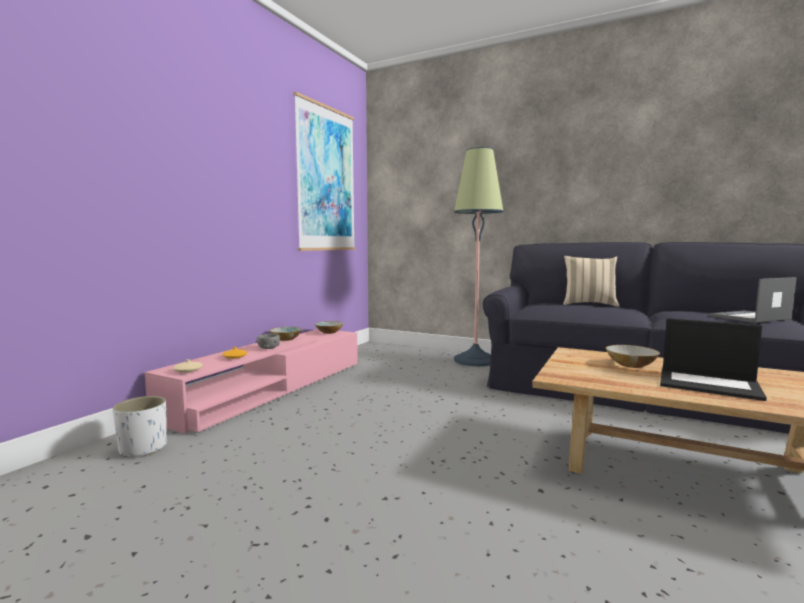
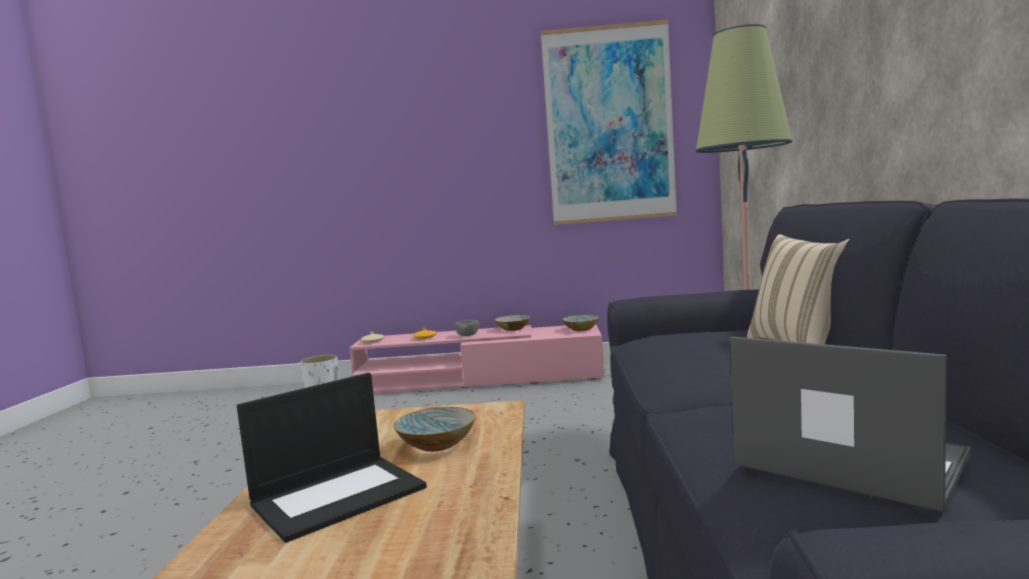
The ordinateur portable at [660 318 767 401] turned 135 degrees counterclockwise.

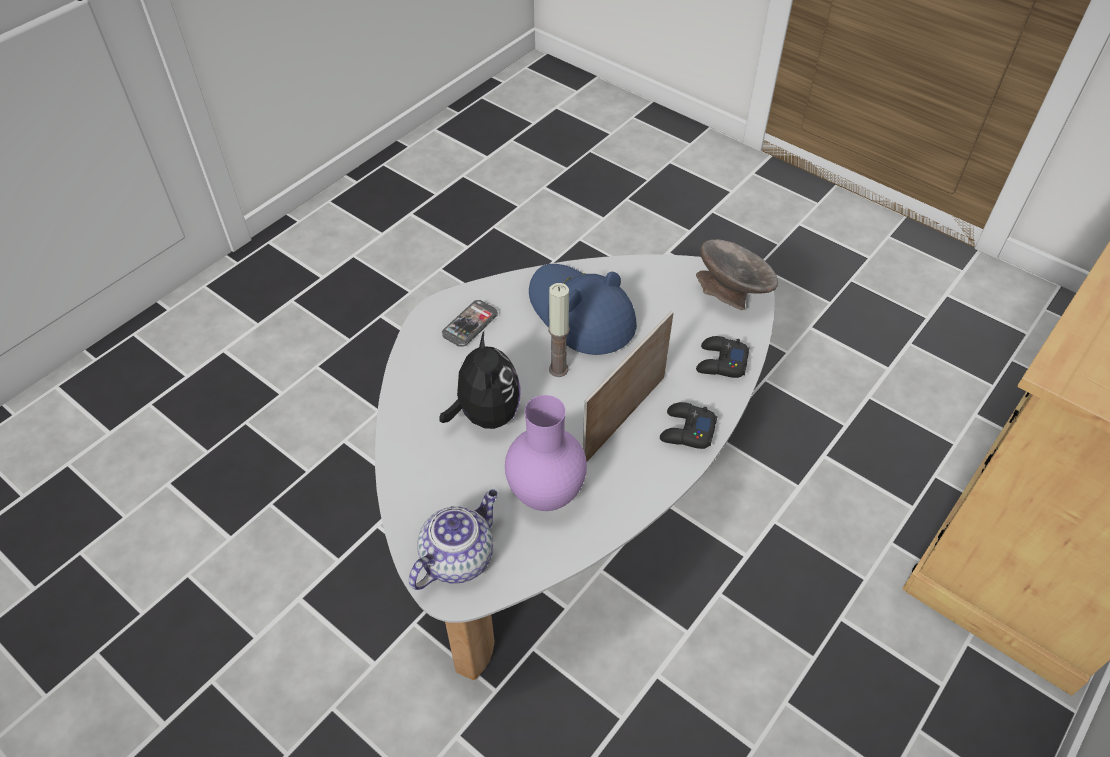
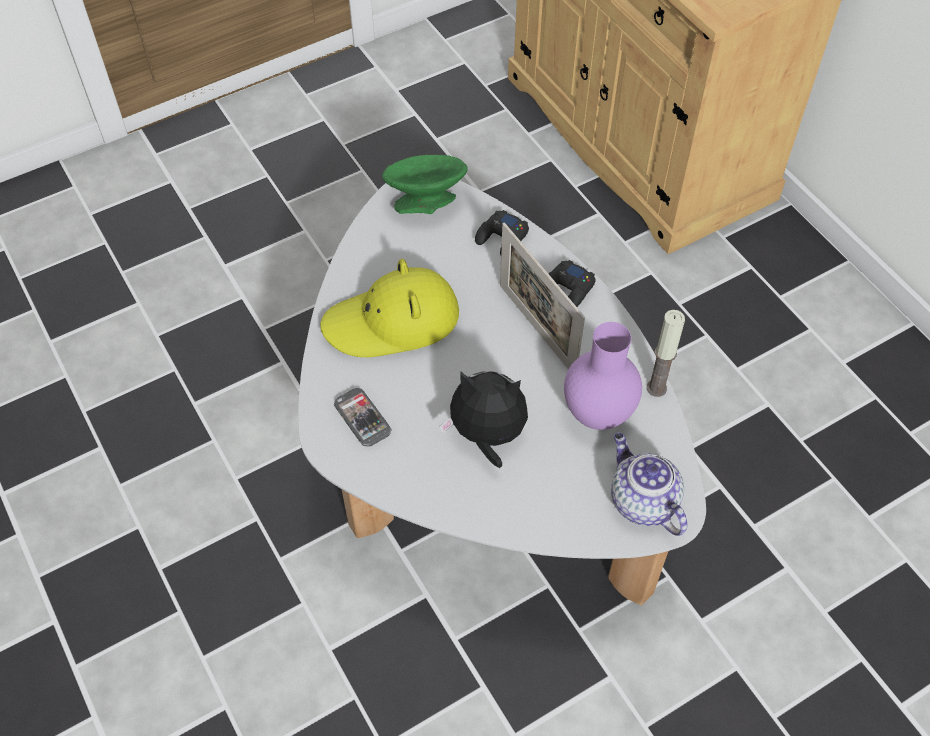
The chapeau (bleu) at [529 264 637 355] became the chapeau (jaune) at [320 259 459 357].
The bougie moved from [548 283 570 377] to [646 310 685 397].
The bol (gris) at [696 239 778 310] became the bol (vert) at [382 155 468 214].

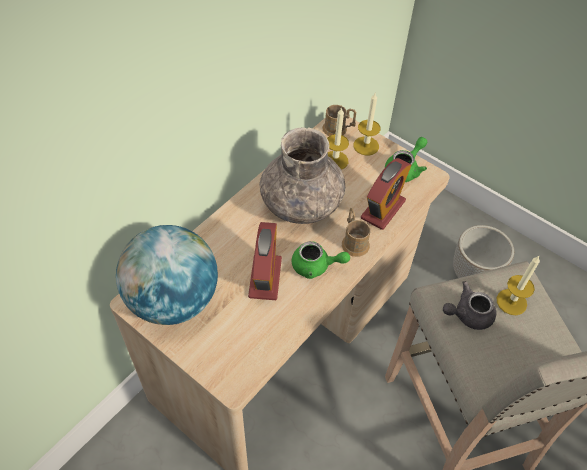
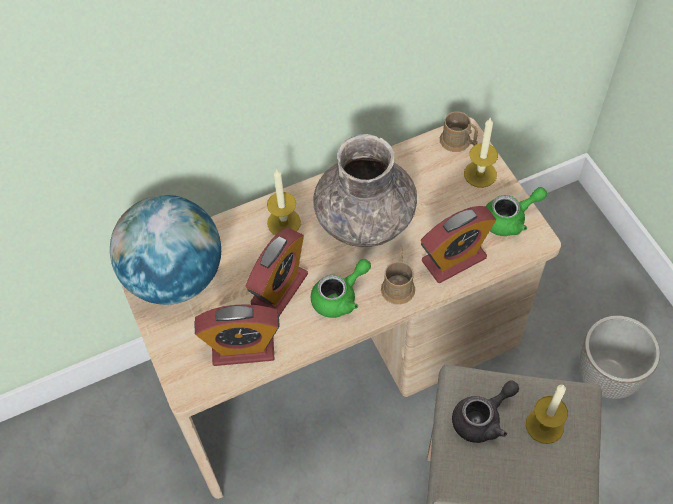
The théière (vert) at [292 241 350 279] turned 75 degrees counterclockwise.
The bougie moved from [327 107 349 170] to [267 168 301 235].
The théière (gris) at [443 281 496 330] turned 135 degrees clockwise.
The réveil at [195 304 280 366] appeared.

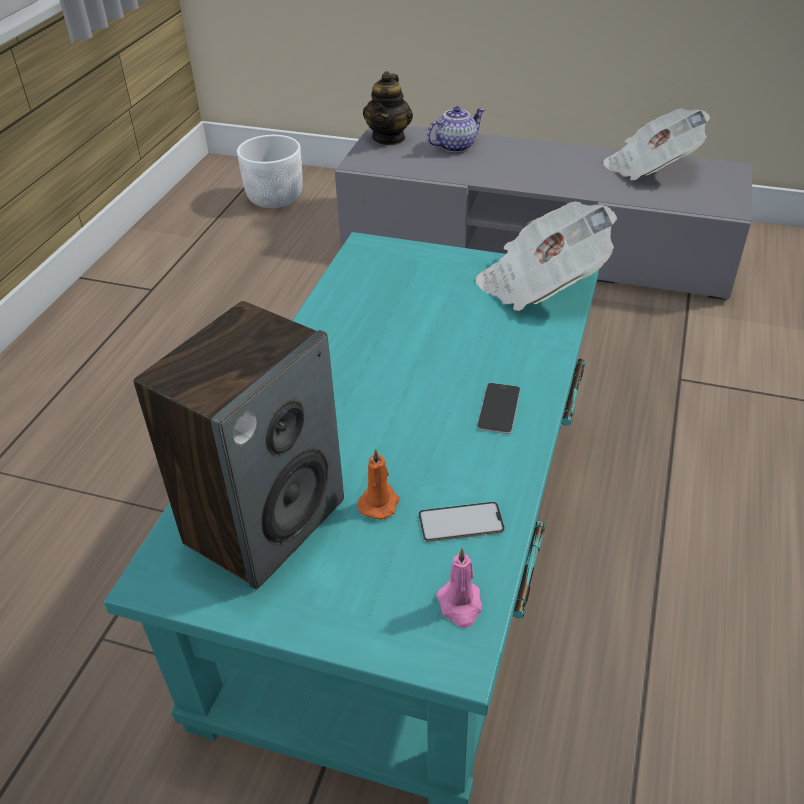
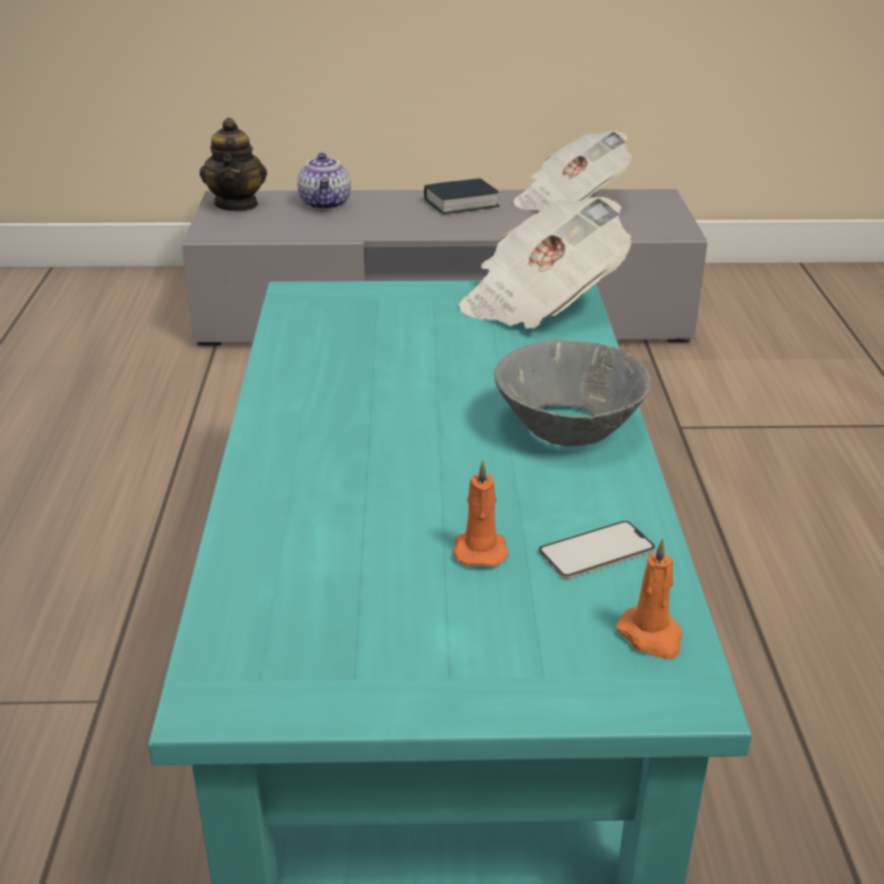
The enceinte at [133 301 344 590] disappeared.
The cache-pot (blanc) at [237 135 303 208] disappeared.
The théière at [427 106 485 153] turned 135 degrees clockwise.
The bougie (rose) at [436 548 482 628] became the bougie (orange) at [617 538 683 659].
The téléphone at [477 383 520 434] was replaced by the bol (gris) at [494 340 651 446].
The livre at [424 178 500 214] appeared.

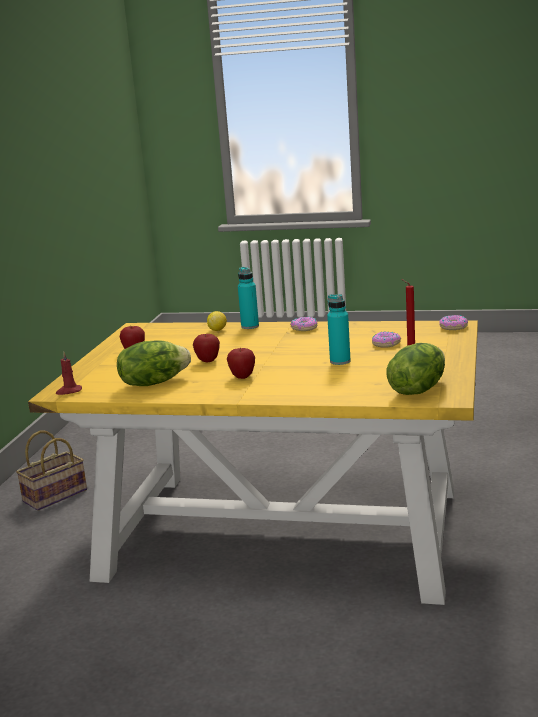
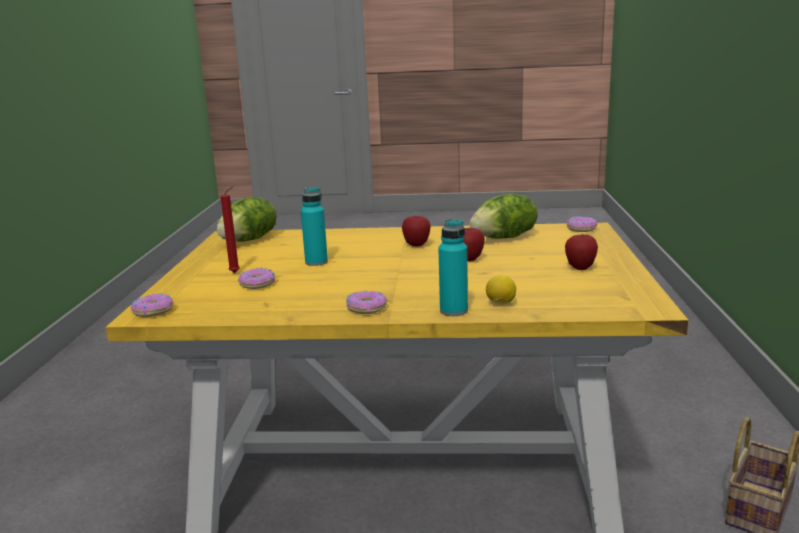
The bougie (rouge) at [56 352 82 395] was replaced by the beignet at [567 216 598 232].

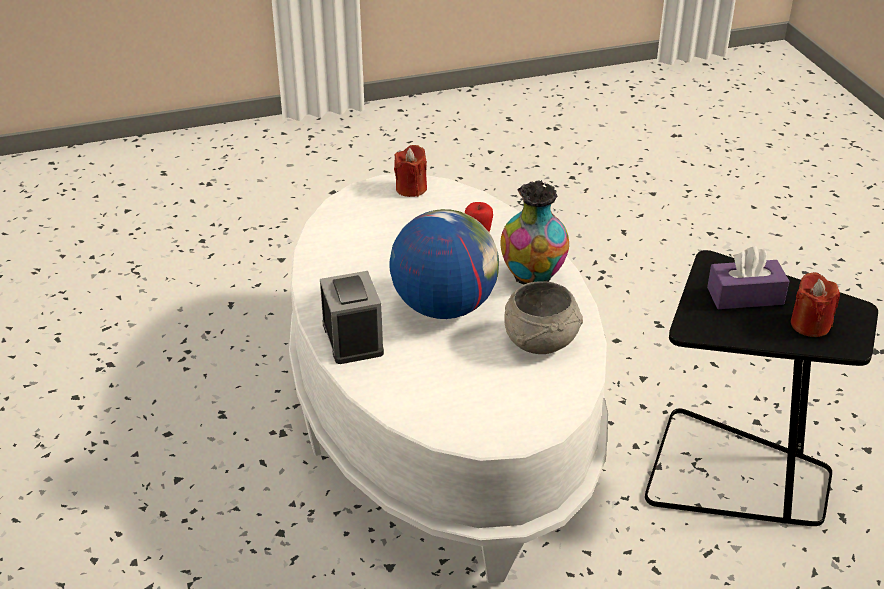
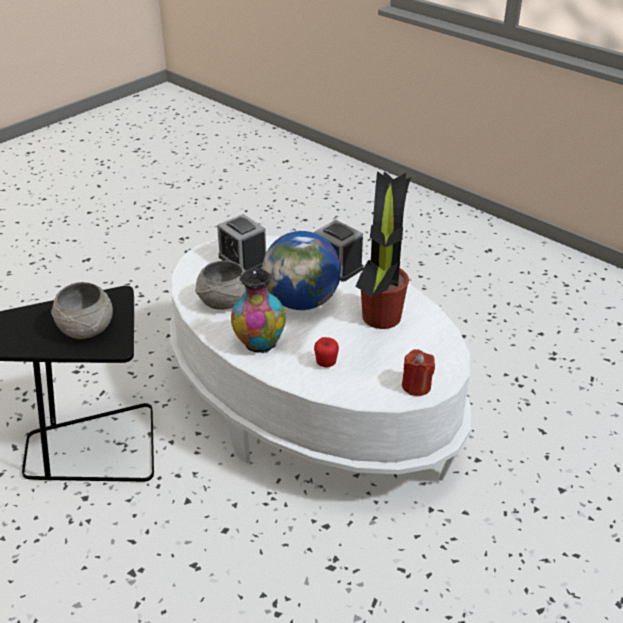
The boîte à mouchoirs (violet) at [707 246 789 309] was replaced by the bol (gris) at [51 282 113 339].
The bougie (rouge) at [791 272 840 337] disappeared.
The réveil at [217 214 266 271] appeared.
The plante en pot at [355 171 411 329] appeared.

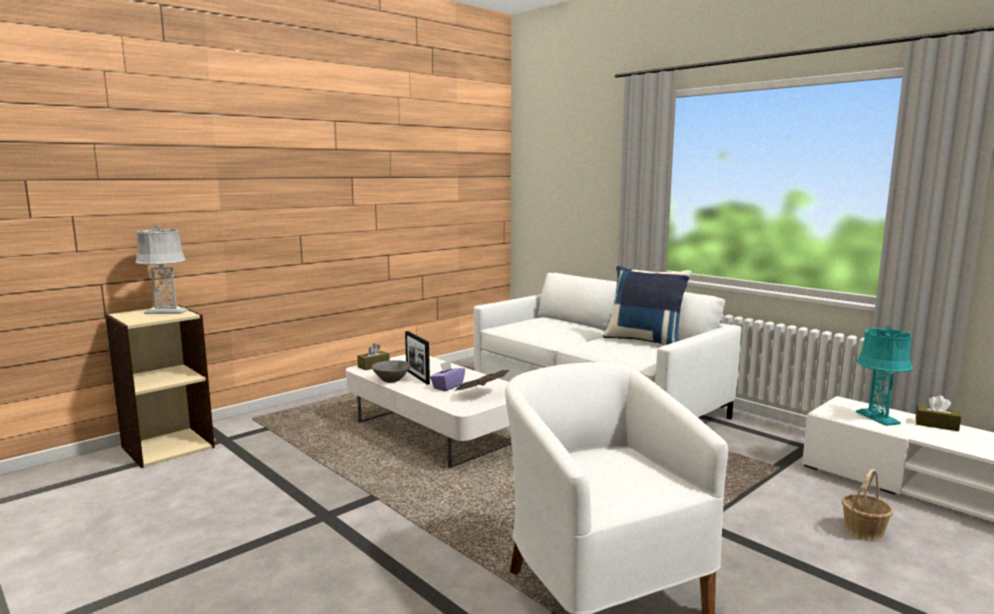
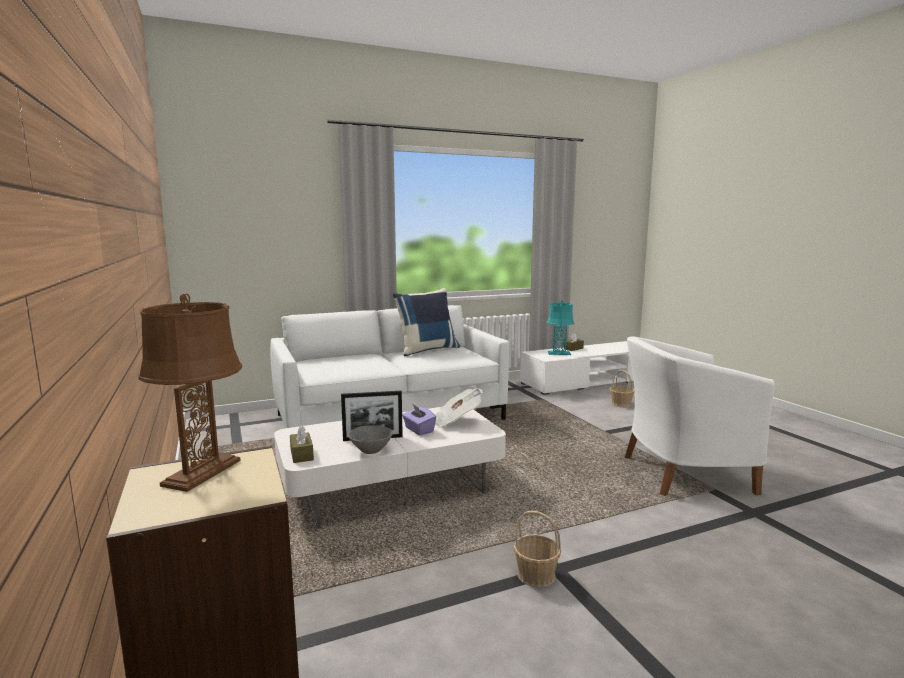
The lampe de table (gris) at [135 224 188 314] became the lampe de table (marron) at [138 294 242 492].
The panier at [513 510 561 587] appeared.

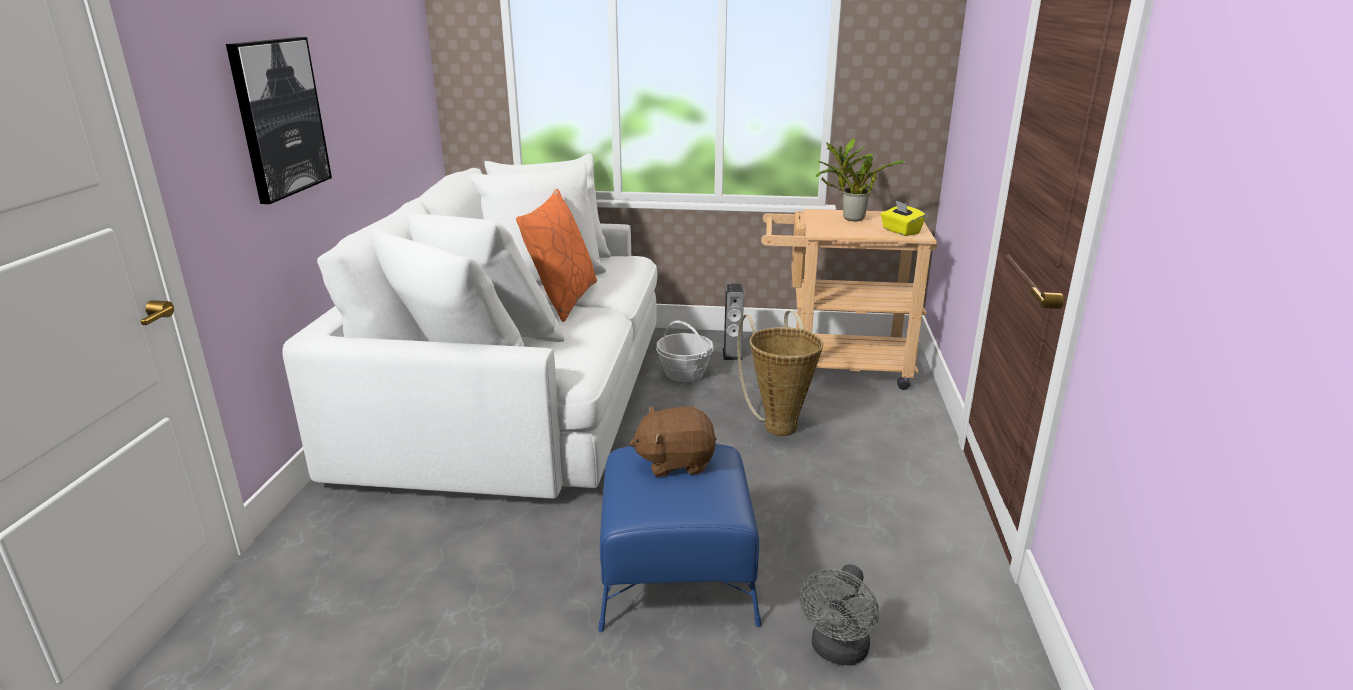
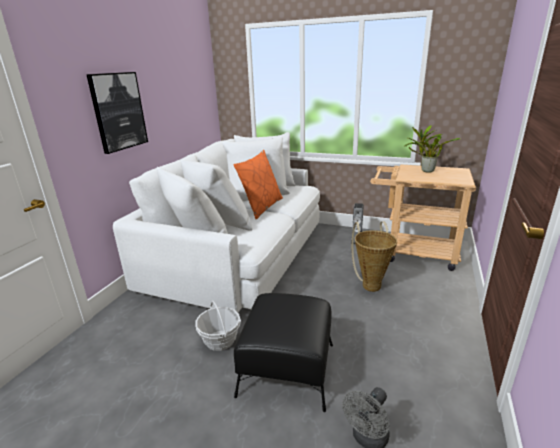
The pouf (bleu) at [598 444 761 632] became the pouf (noir) at [234 293 333 412].
The peluche (marron) at [629 406 716 477] disappeared.
The panier moved from [656 321 714 382] to [195 300 241 351].
The boîte à mouchoirs (jaune) at [881 201 926 236] disappeared.

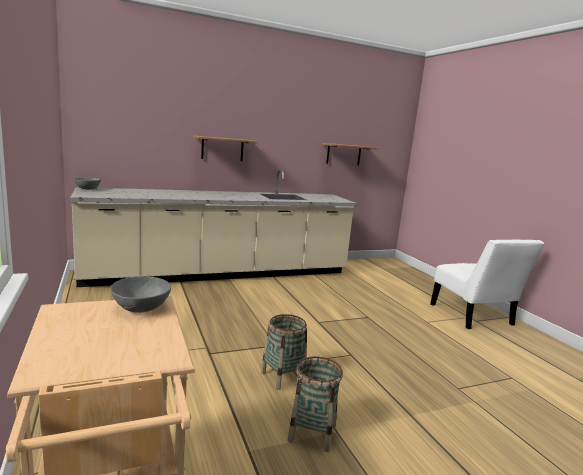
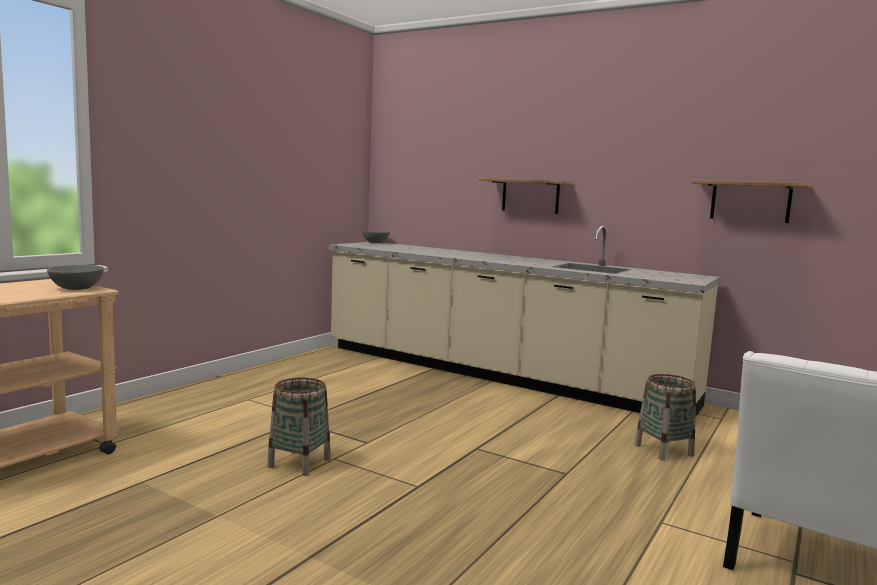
The panier moved from [288 356 343 452] to [635 374 696 461].

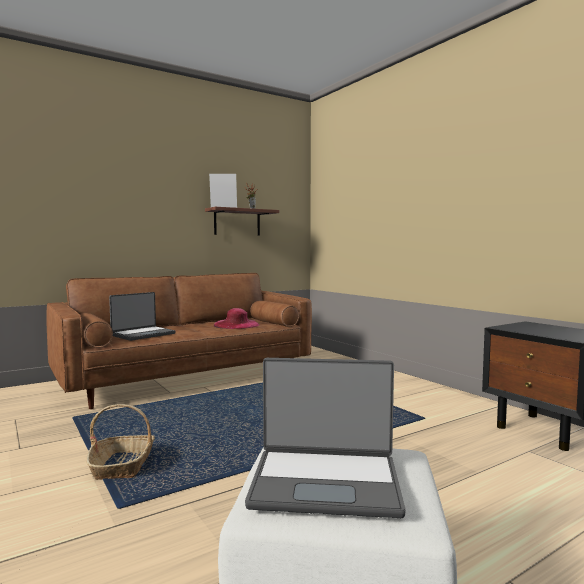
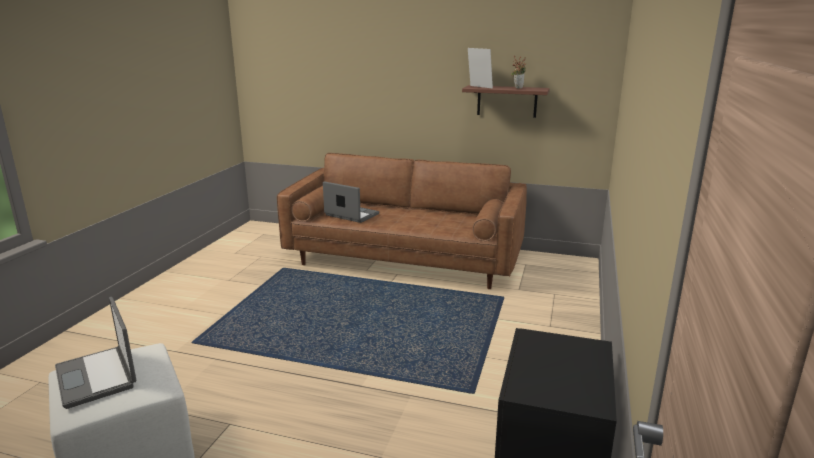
The panier at [86 404 155 480] disappeared.
The ordinateur portable at [109 292 176 341] turned 150 degrees counterclockwise.
The chapeau (rose) at [214 308 260 329] disappeared.

